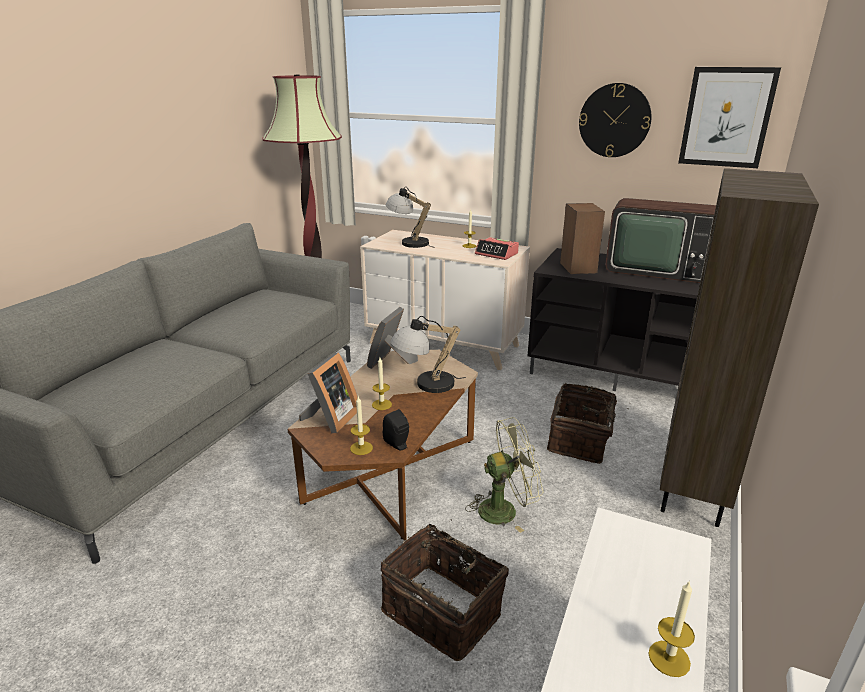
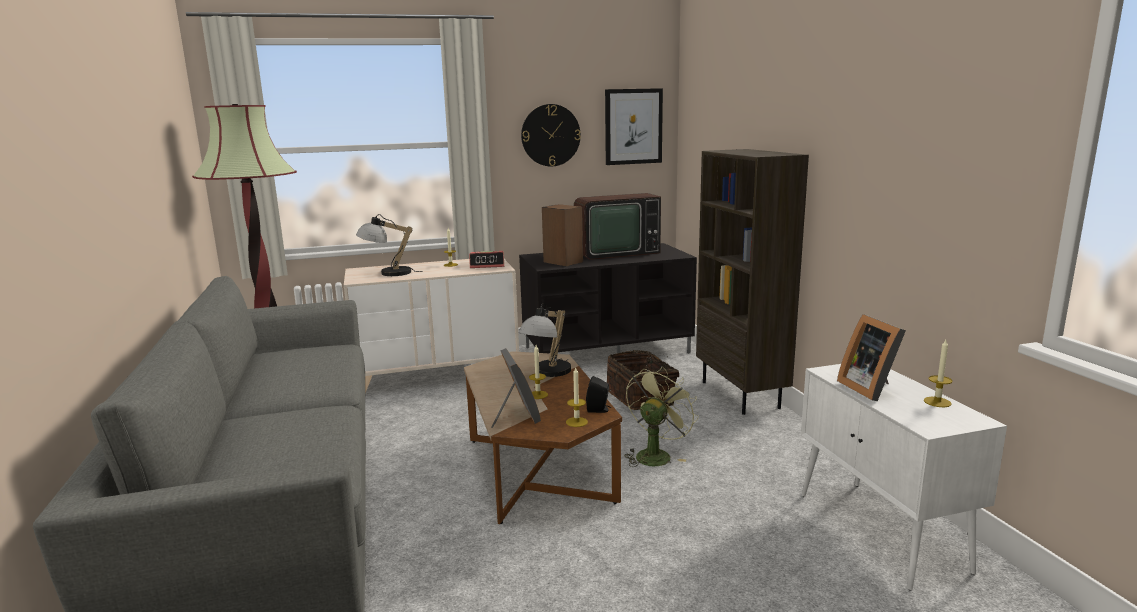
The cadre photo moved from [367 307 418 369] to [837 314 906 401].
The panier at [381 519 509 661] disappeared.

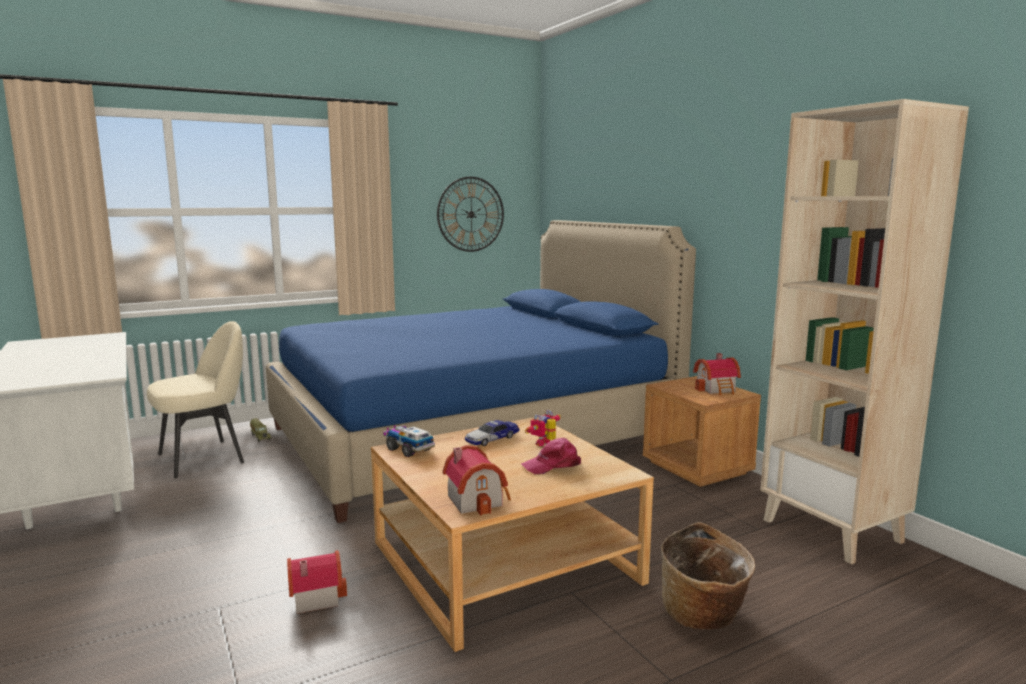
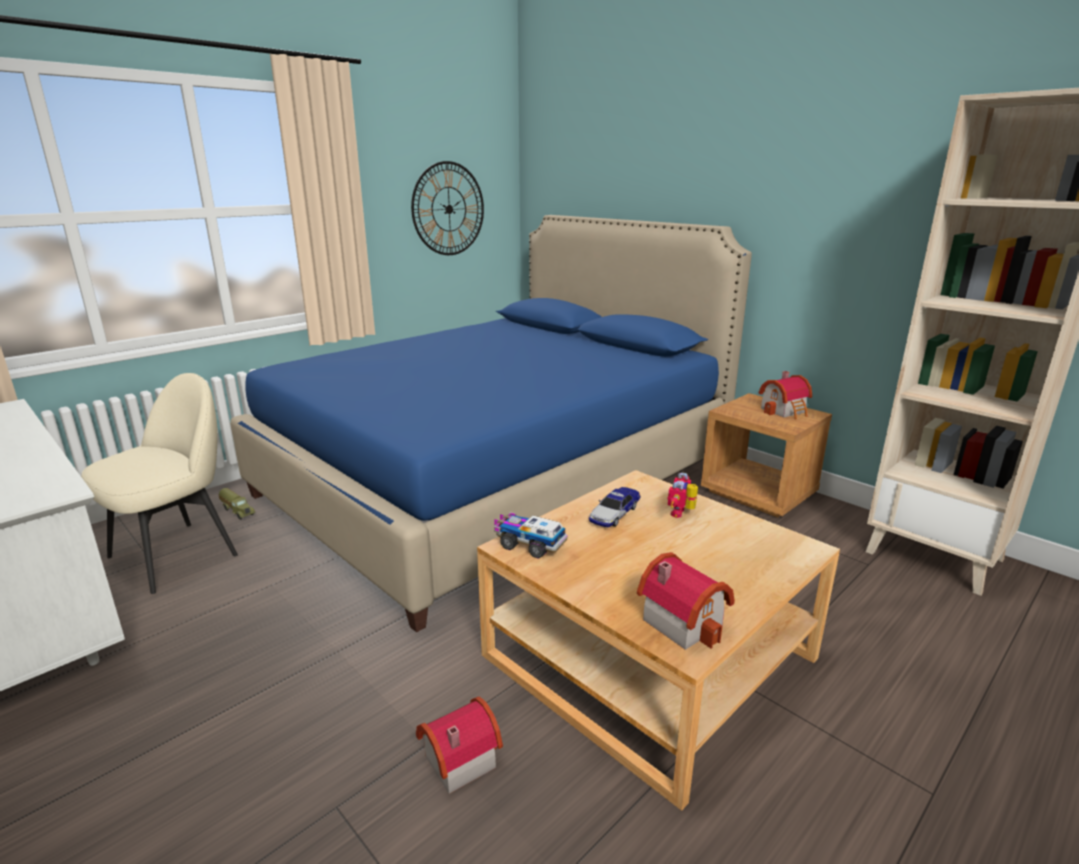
The casquette (rose) at [521 438 581 474] disappeared.
The panier at [661 522 755 629] disappeared.

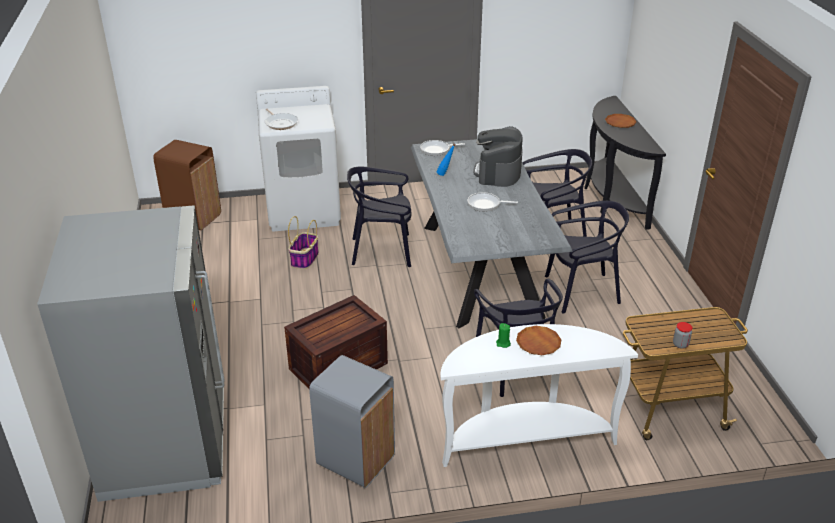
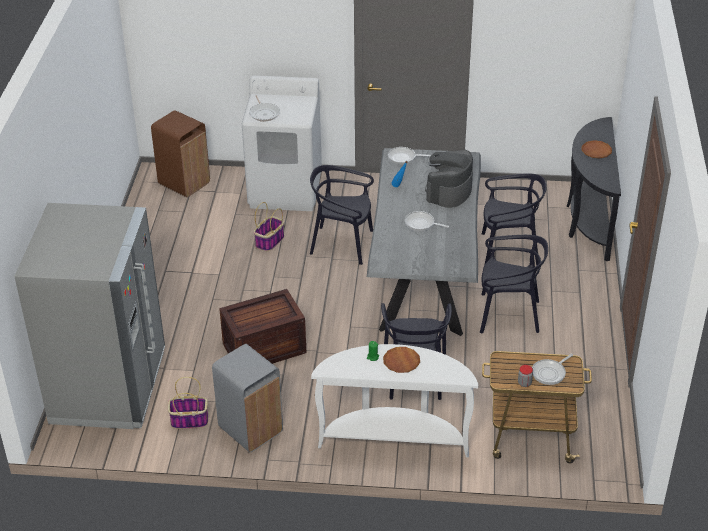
The panier at [168 377 208 429] appeared.
The poêle at [532 354 573 385] appeared.

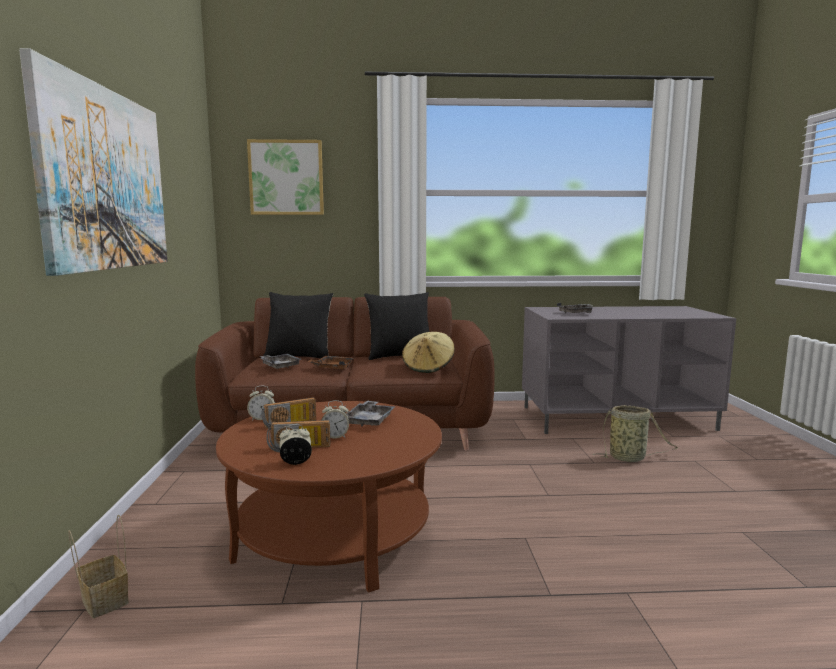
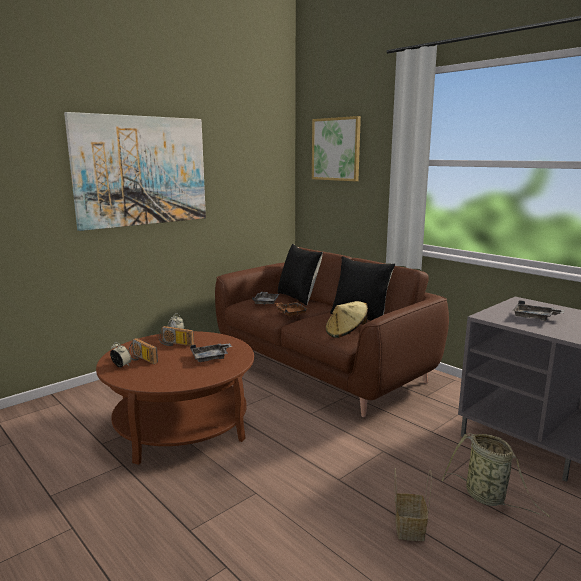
The panier moved from [68 515 129 618] to [394 468 432 541].
The réveil at [322 400 349 438] disappeared.

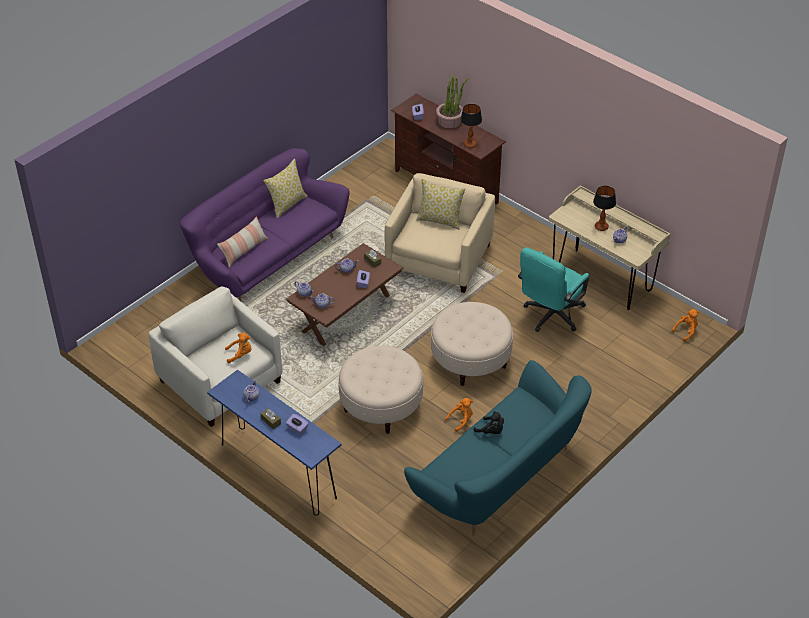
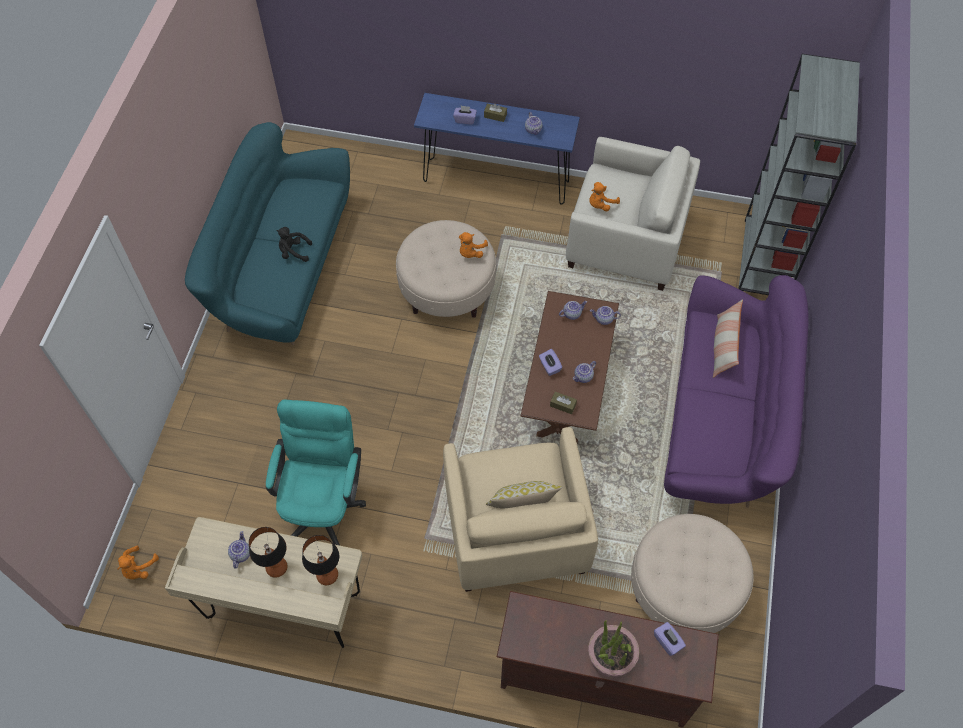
The coussin at [263 158 308 219] disappeared.
The pouf (beige) moved from [431 302 513 386] to [631 514 754 633].
The peluche (orange) moved from [445 398 473 432] to [459 232 488 258].
The lampe de table moved from [460 104 482 148] to [302 535 339 585].
The bibliothèque (gris) at [738 54 860 295] appeared.

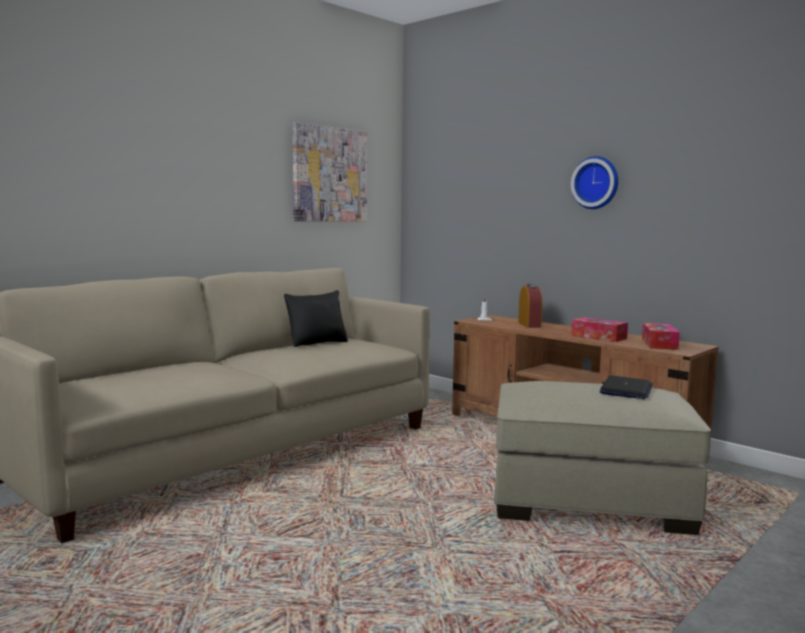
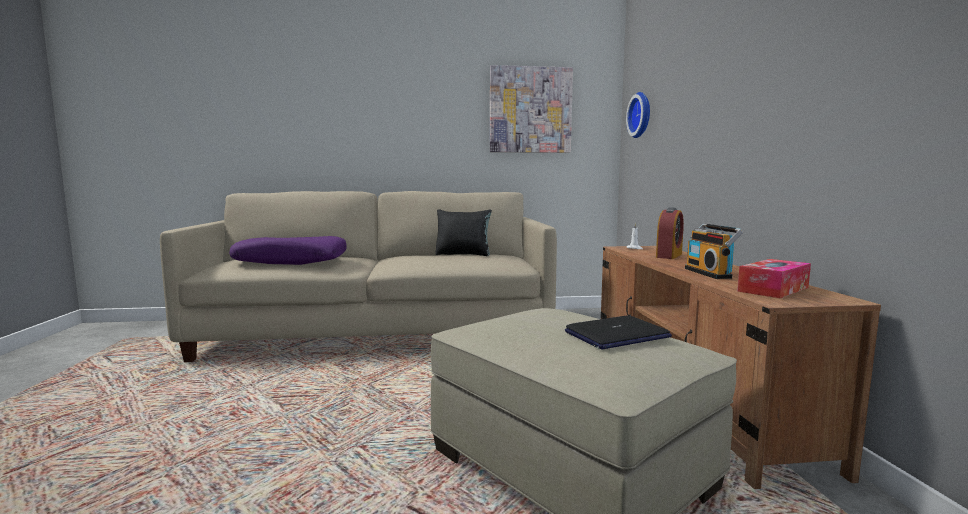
The horloge murale moved from [571 156 619 209] to [626 92 650 138].
The boîte à mouchoirs at [571 317 628 342] was replaced by the radio at [685 223 743 279].
The coussin (violet) at [229 236 347 265] appeared.

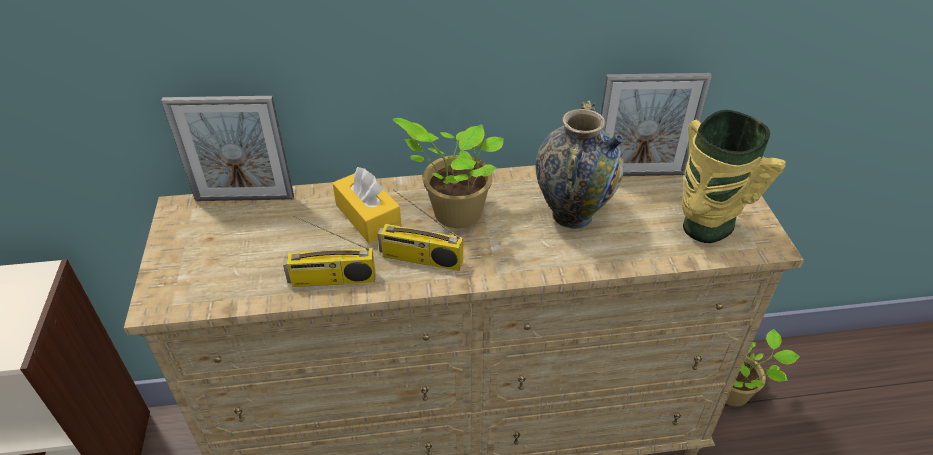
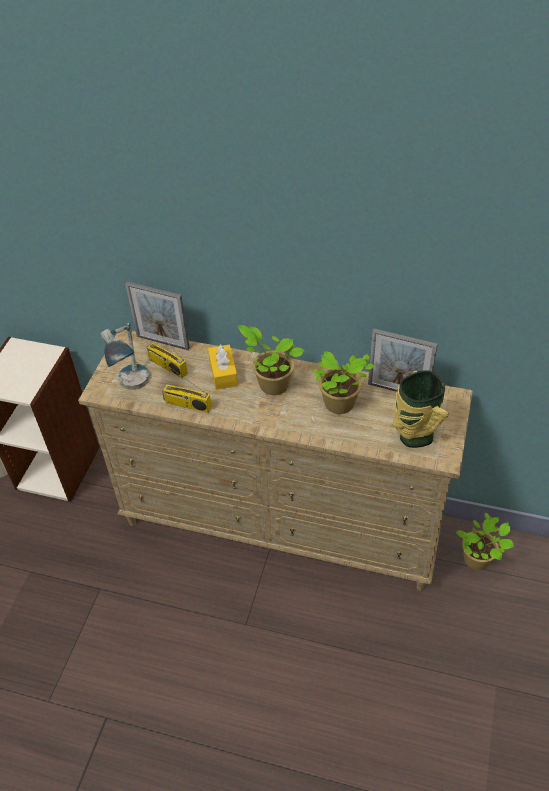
The radio moved from [378 190 463 271] to [147 326 188 378].
The vase at [536 101 624 229] was replaced by the plante en pot at [312 351 375 414].
The lampe de table at [101 323 150 390] appeared.

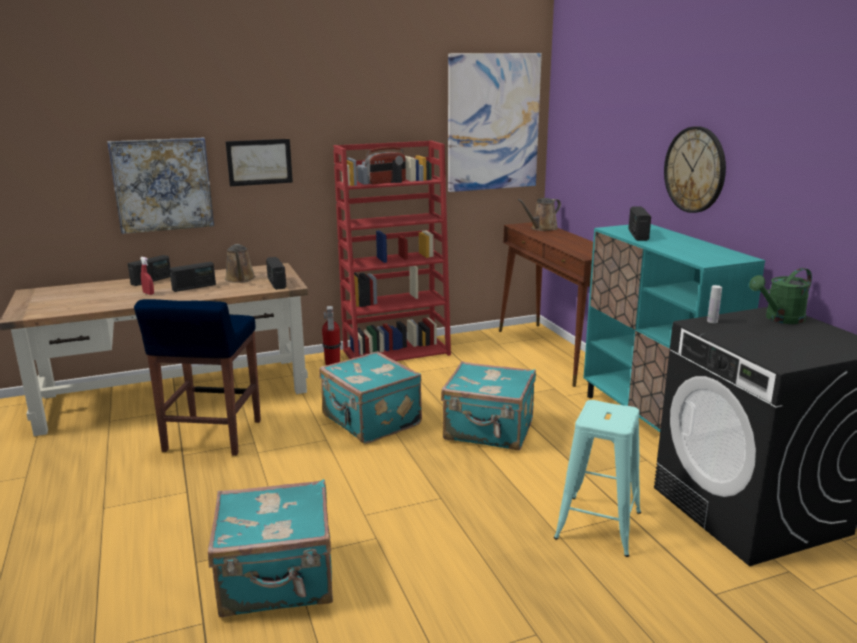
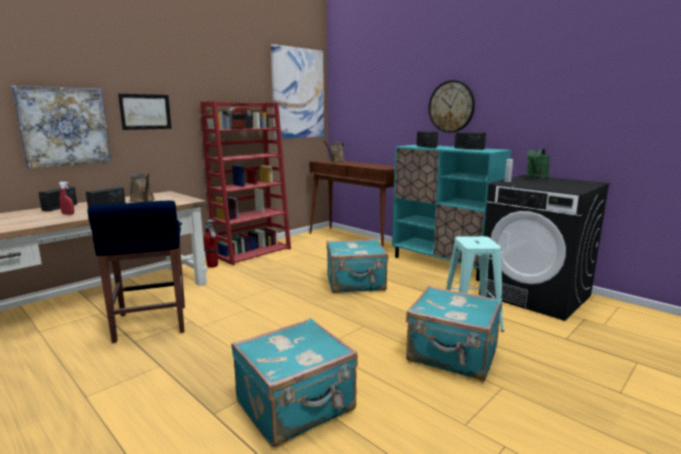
The radio moved from [266 257 286 290] to [455 132 486 150].
The valise (turquoise) moved from [319 351 422 444] to [406 286 502 381].

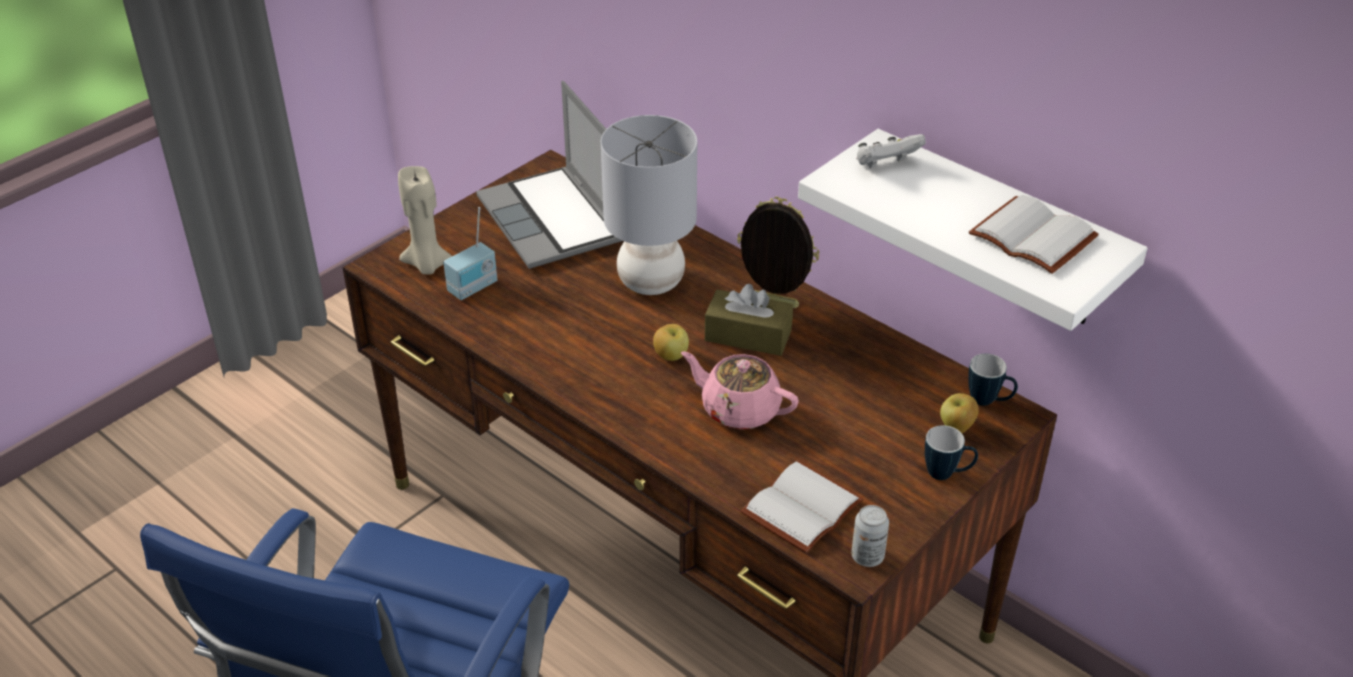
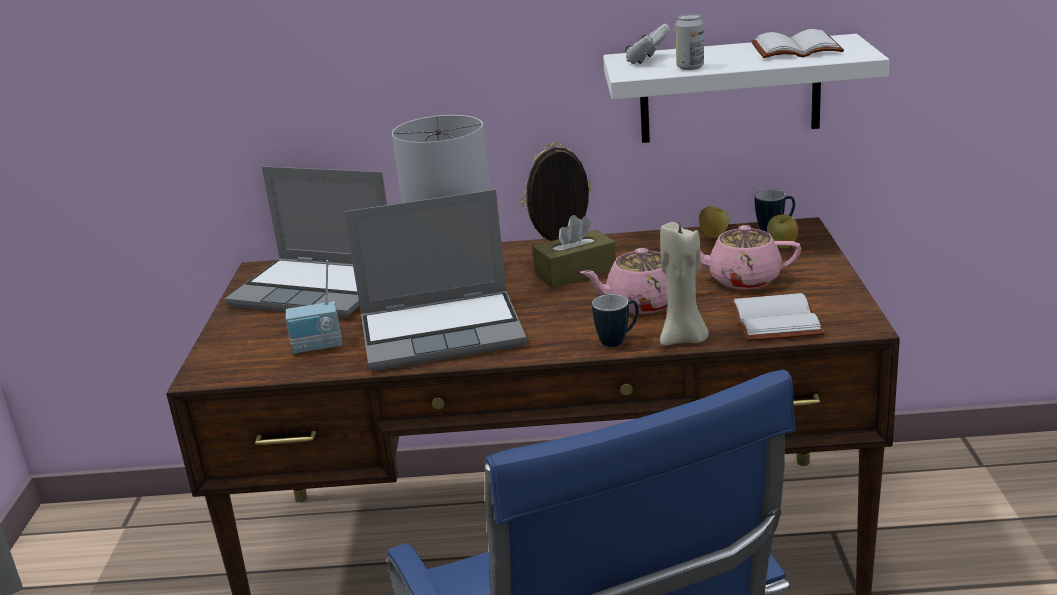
The bougie (beige) moved from [398 166 452 275] to [660 222 709 346].
The radio at [443 207 497 300] turned 75 degrees clockwise.
The pomme moved from [653 324 689 361] to [699 206 729 238].
The boîte métallique moved from [851 505 889 567] to [675 14 704 70].
The mug moved from [925 425 978 480] to [592 294 639 347].
The ordinateur portable at [344 189 527 371] appeared.
The théière (rose) at [700 225 802 289] appeared.

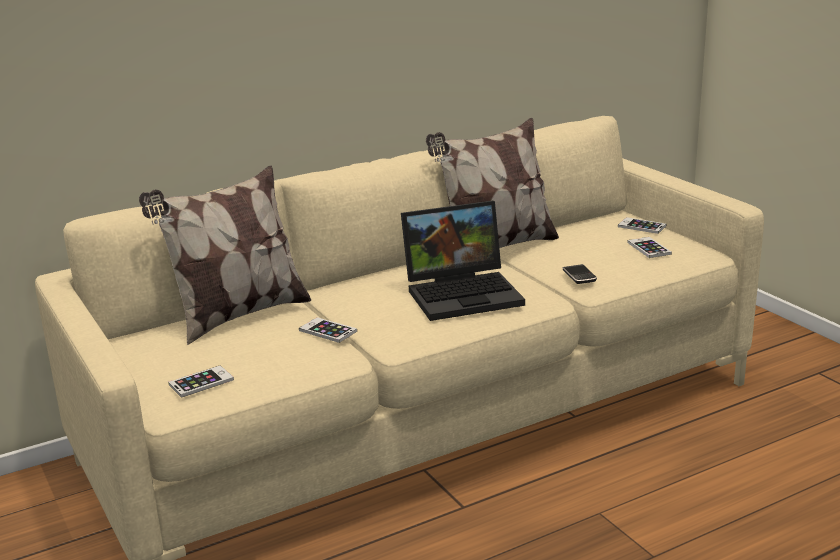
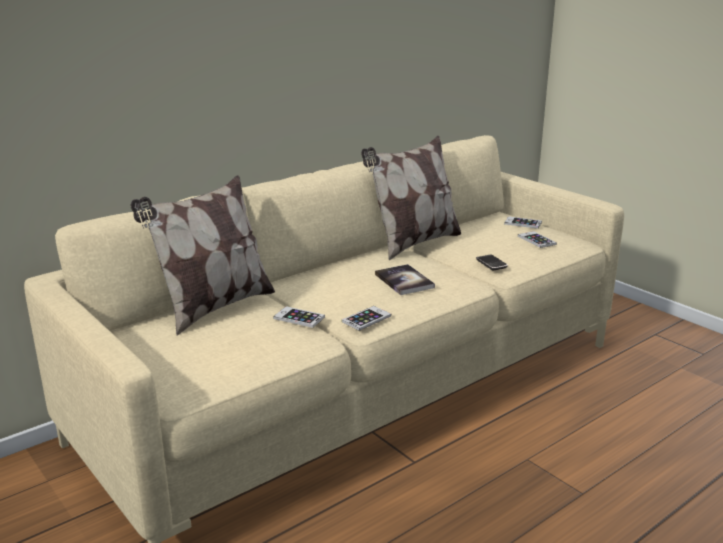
The téléphone moved from [168 365 234 398] to [342 306 391 331].
The ordinateur portable at [401 201 525 321] was replaced by the livre at [375 264 435 295].

